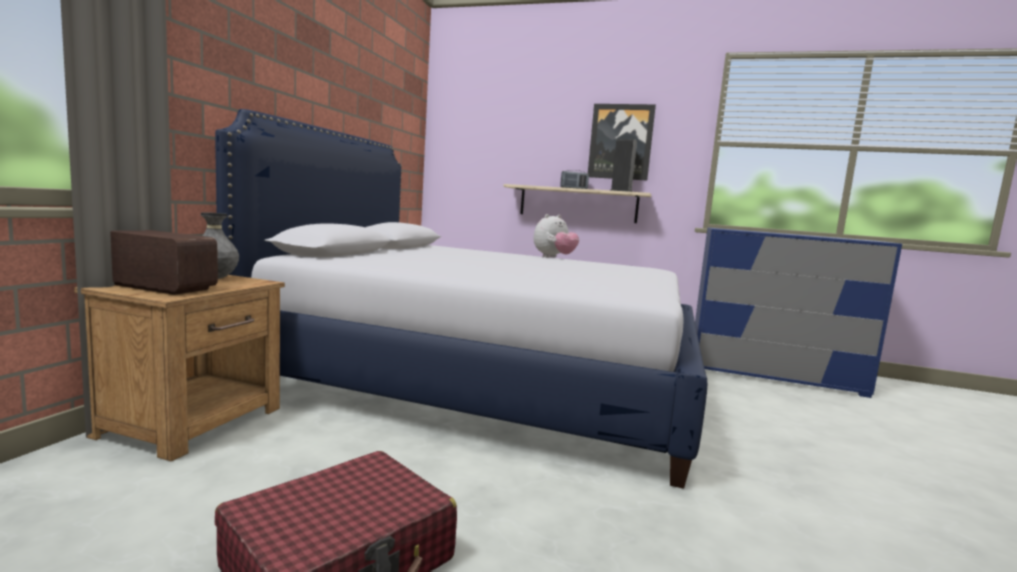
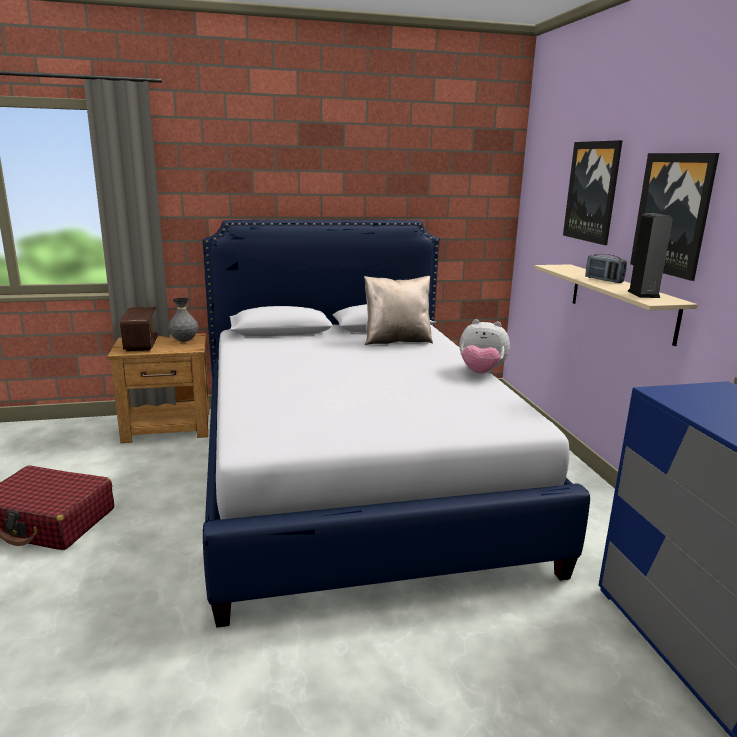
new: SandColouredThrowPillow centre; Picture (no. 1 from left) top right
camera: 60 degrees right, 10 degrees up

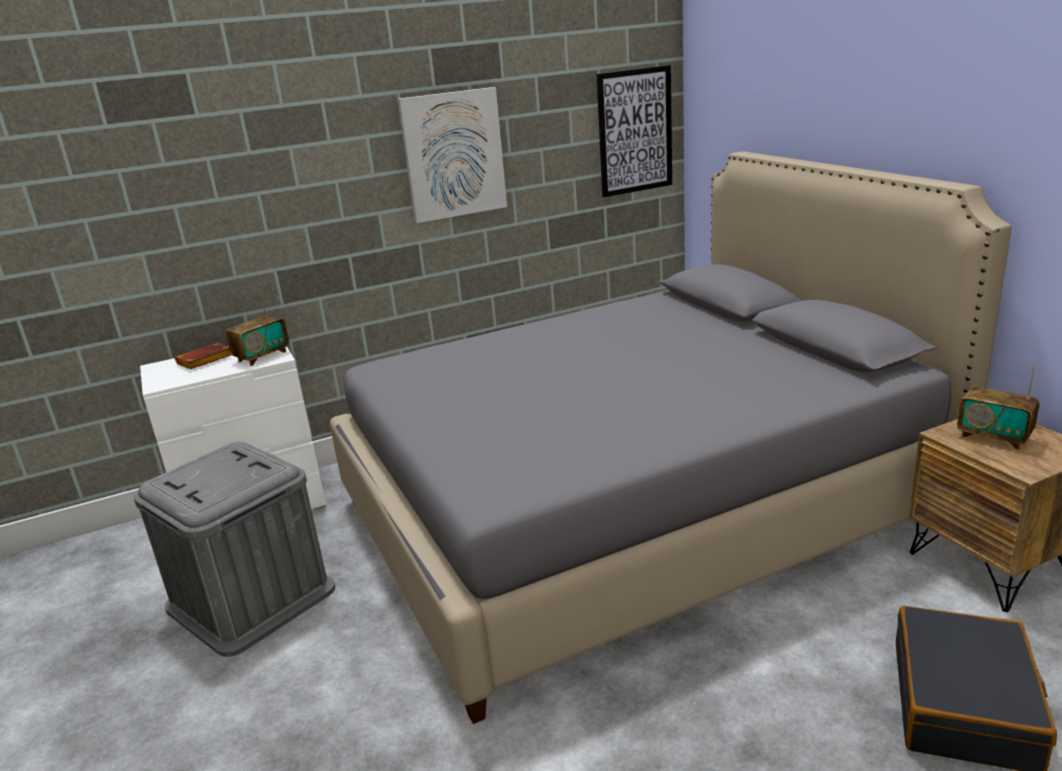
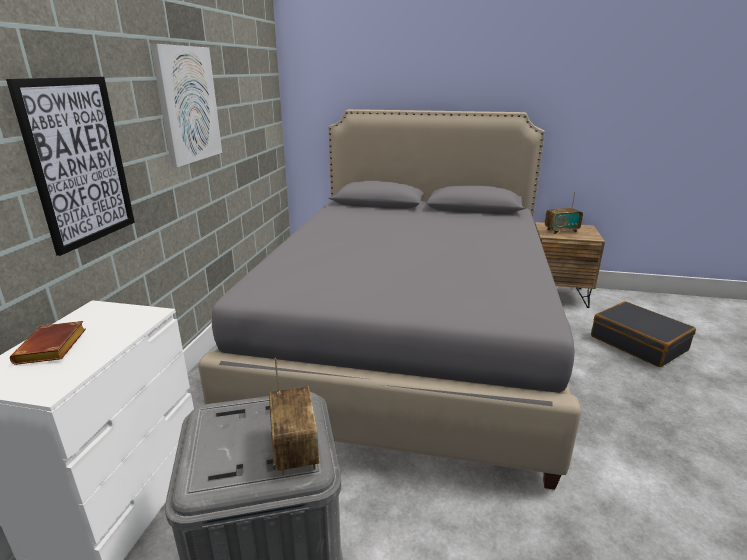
shifted: Picture (no. 2 from left in the first image) top centre to Picture (no. 1 from left) top left; Radio (no. 1 from left) middle left to bottom centre
camera: 55 degrees left, 0 degrees up

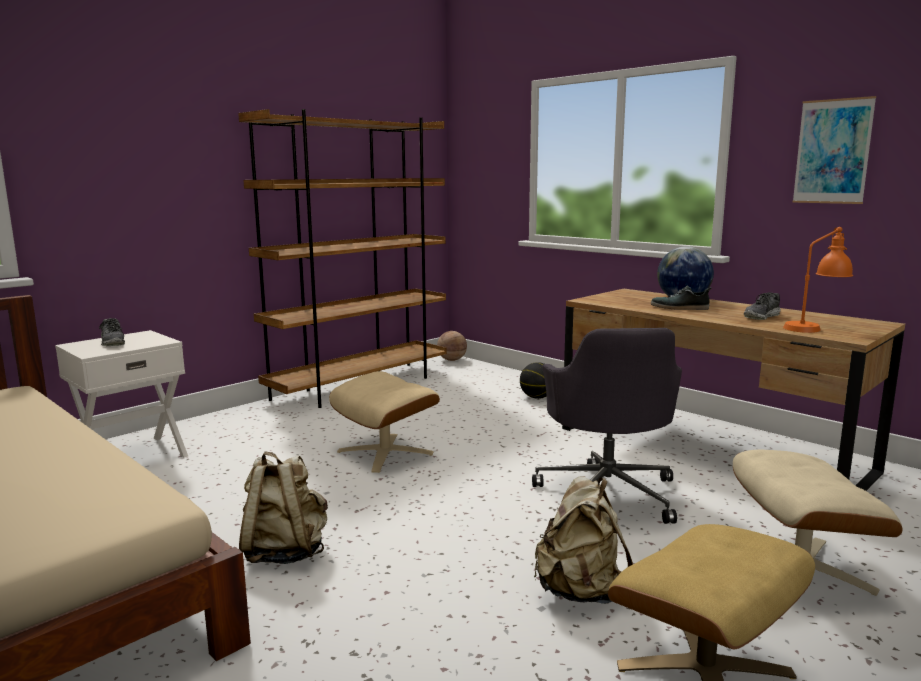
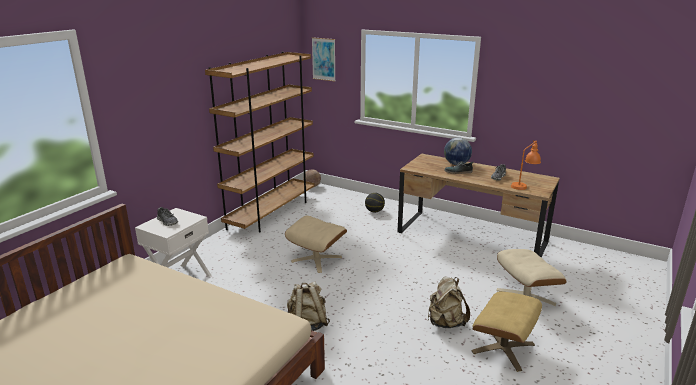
gone: GreyDeskChair centre
shifted: Picture top right to top centre
camera: 15 degrees left, 10 degrees up

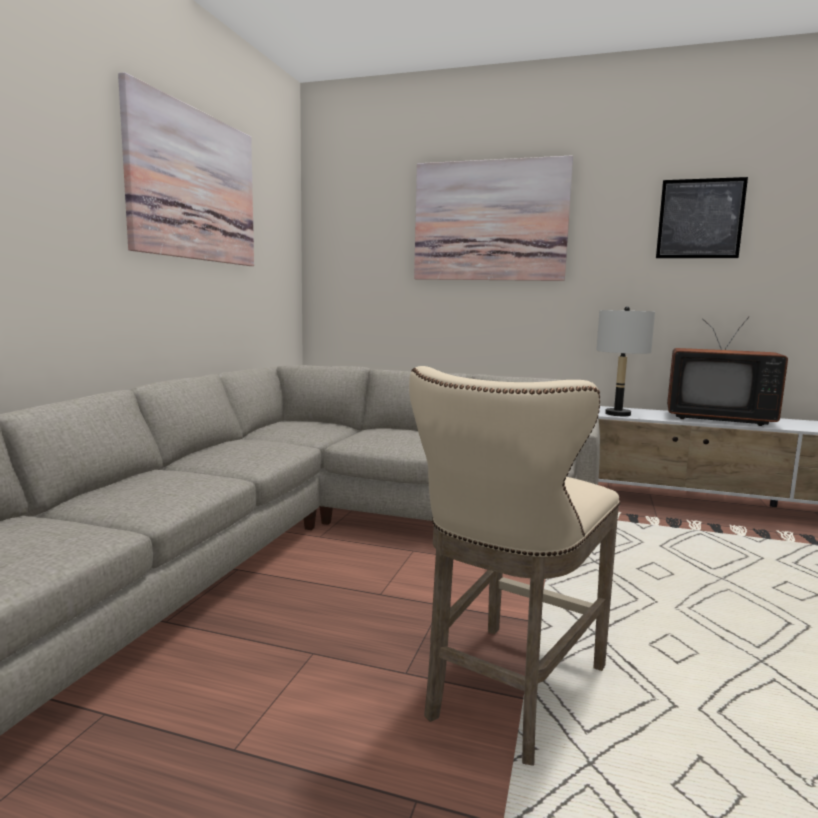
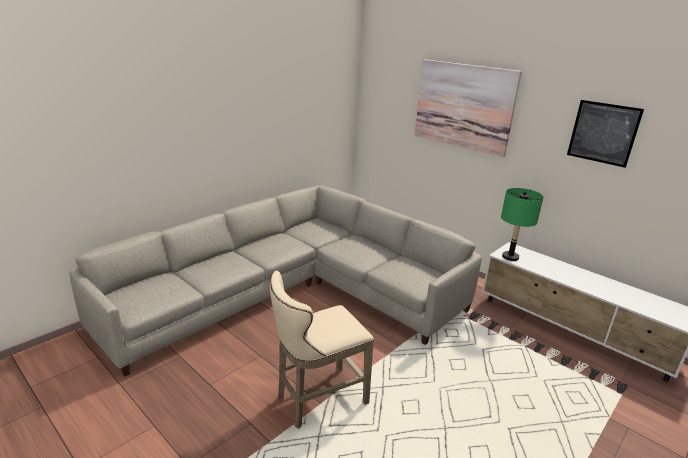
gone: Picture (no. 1 from left) top left; TvSet middle right
repainted: GreyLampForATable middle right to GreenishLampForATable middle right
camera: 25 degrees right, 15 degrees up

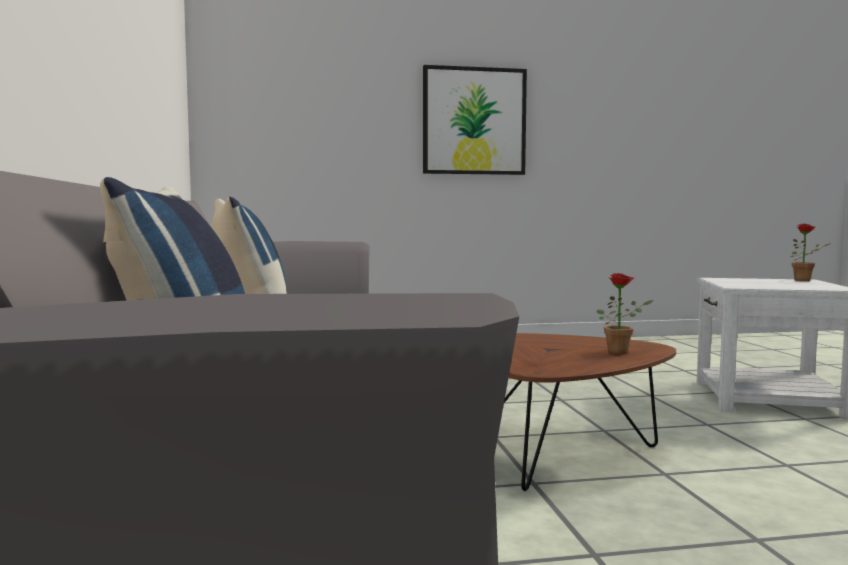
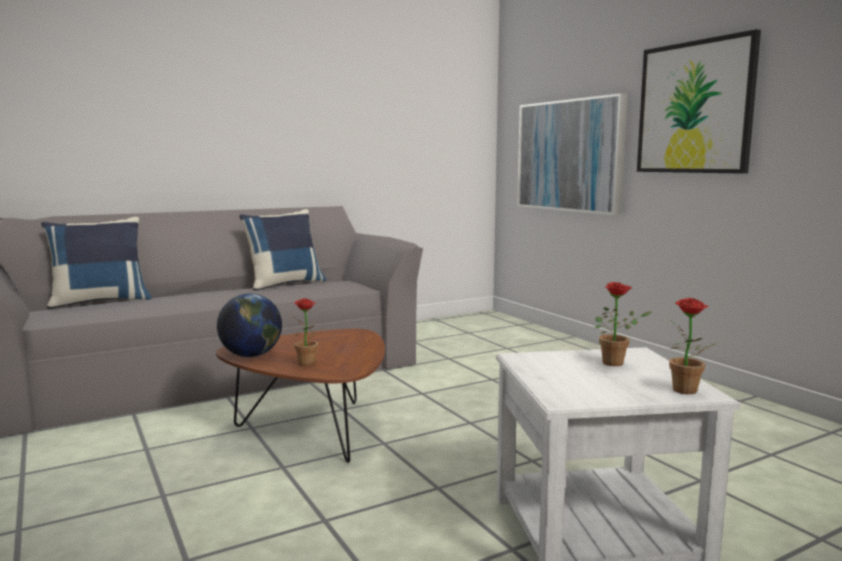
new: DeskGlobe middle left; Picture (no. 1 from left) top right; Houseplant (no. 2 from left) middle right
camera: 70 degrees right, 5 degrees up

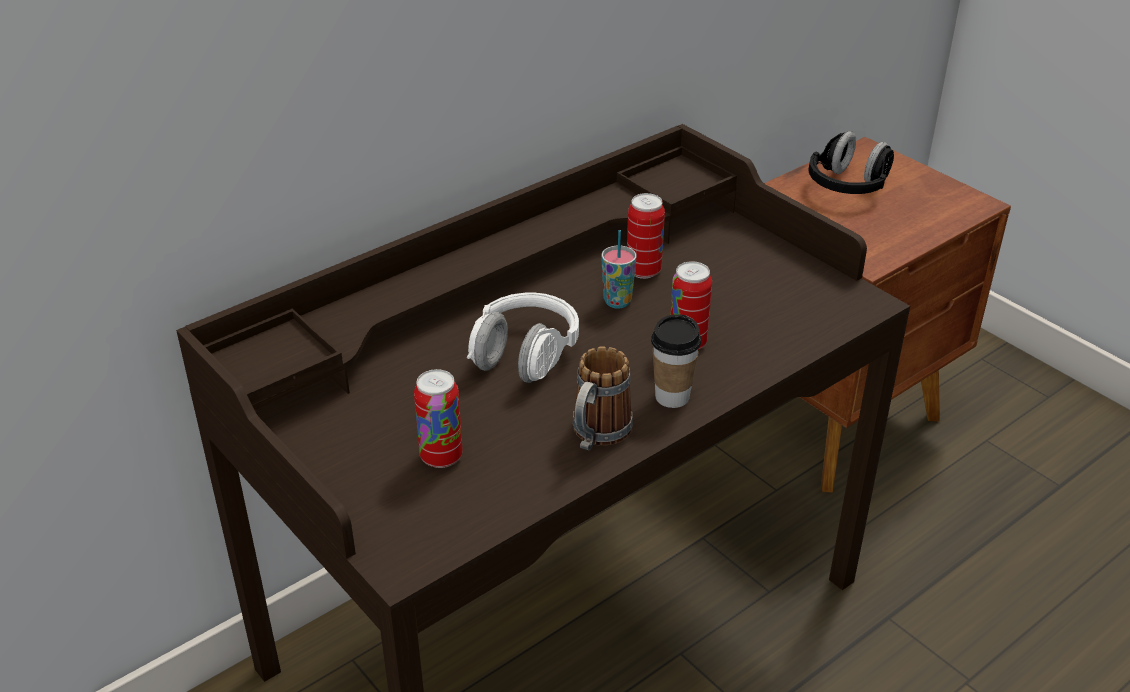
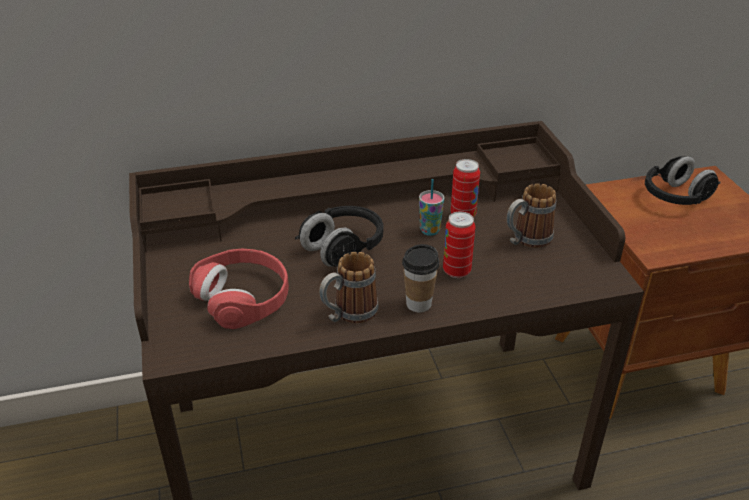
new: Mug (no. 2 from left) middle right
swapped: MetalCan (no. 1 from left) centre to ReddishHeadset middle left
repainted: WhiteColouredHeadset centre to BlackHeadset (no. 1 from left) centre
camera: 25 degrees right, 0 degrees up

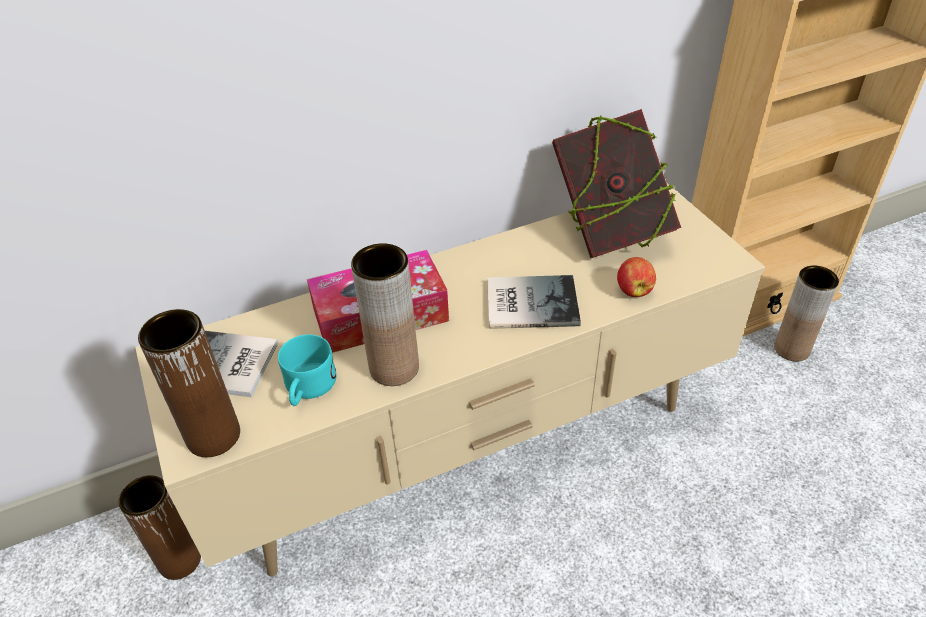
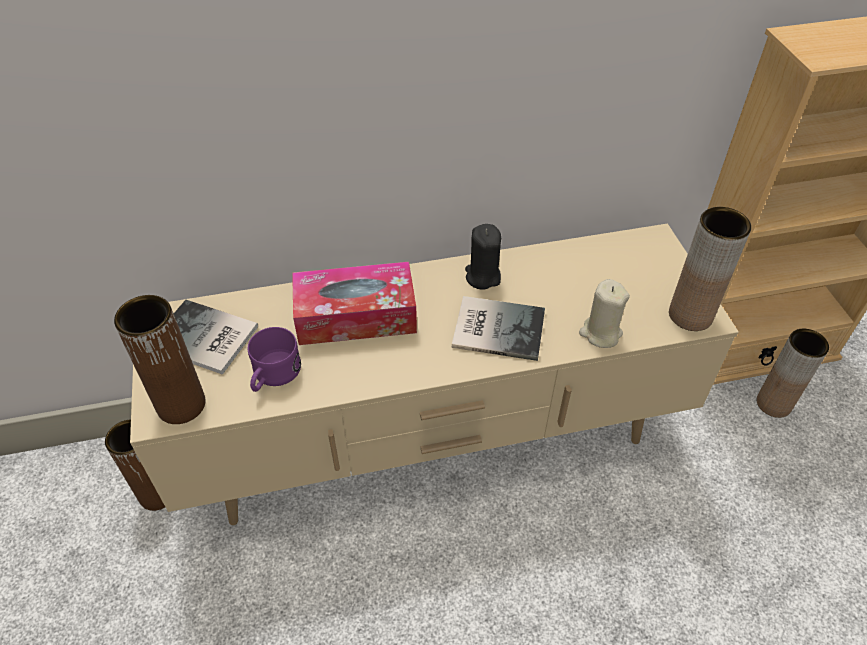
gone: Book (no. 3 from left) top centre
new: BlackWaxLight centre
shifted: BrownDecorativeVase (no. 3 from left) centre to middle right
swapped: Apple middle right to SandColouredWaxLight middle right
repainted: BlueGreenMug middle left to PurpleColouredMug middle left
camera: 10 degrees right, 5 degrees up

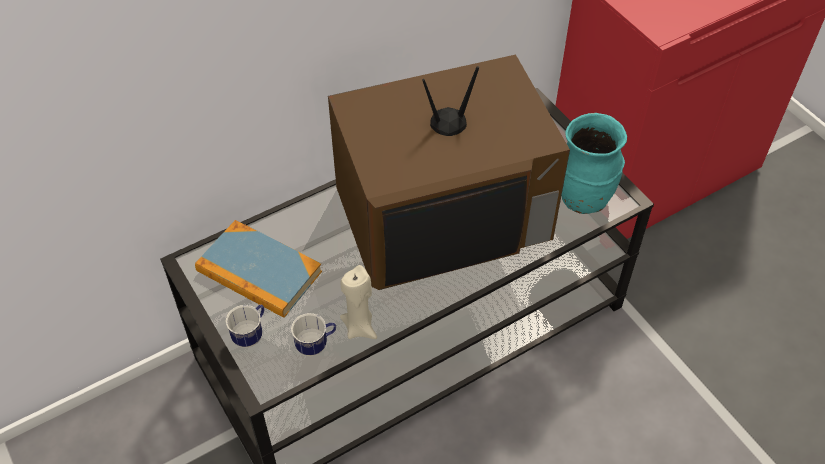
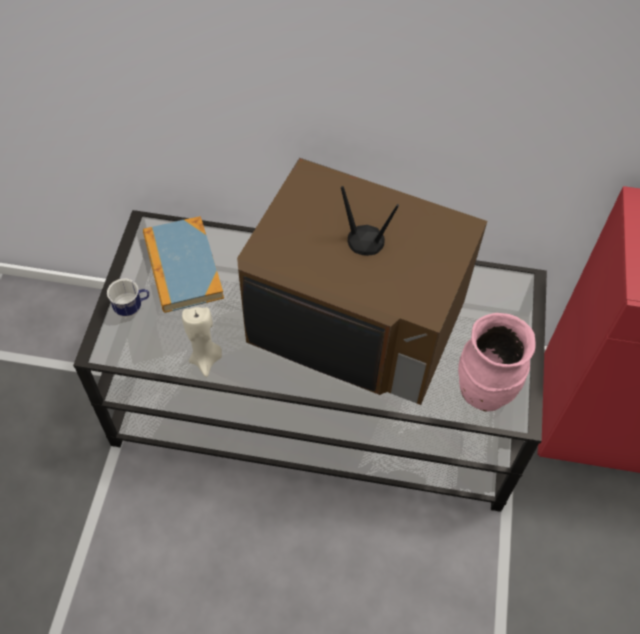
gone: Mug (no. 2 from left) bottom centre
repainted: BlueGreenDecorativeVase middle right to PinkishDecorativeVase middle right
camera: 40 degrees right, 5 degrees up

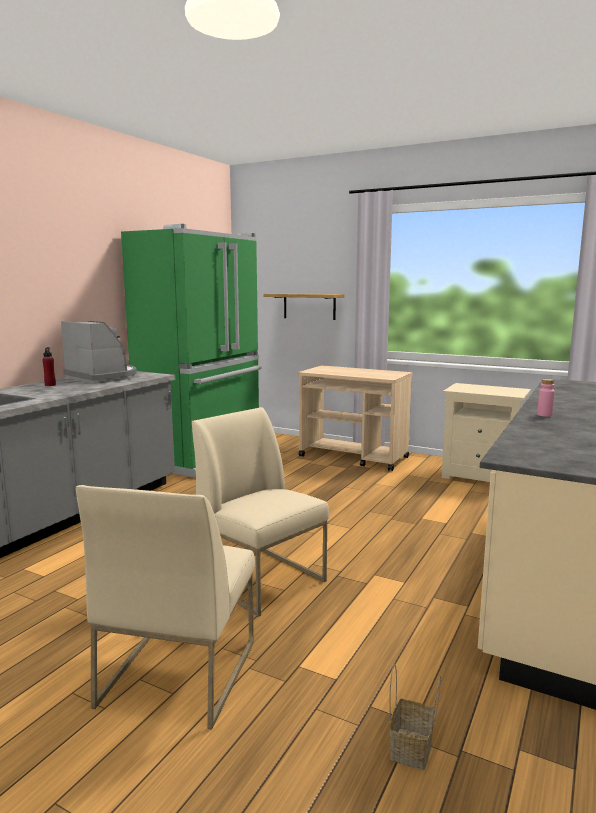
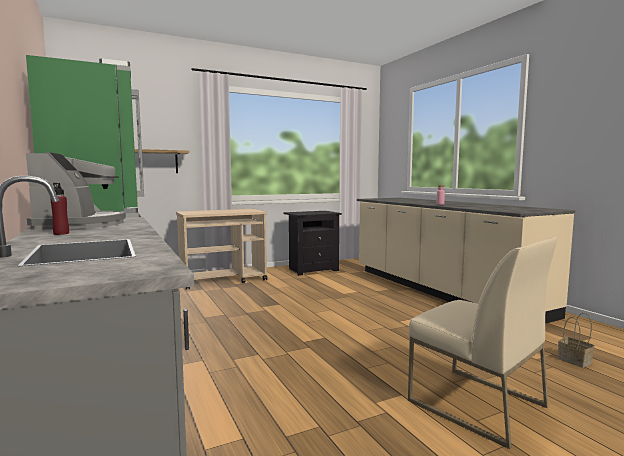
gone: SandColouredPlainChair (no. 2 from left) centre
repainted: SandColouredBedsideTable middle right to BlackBedsideTable centre
rotated: CoffeeMaker middle left = middle left 90 degrees clockwise
camera: 55 degrees left, 5 degrees down

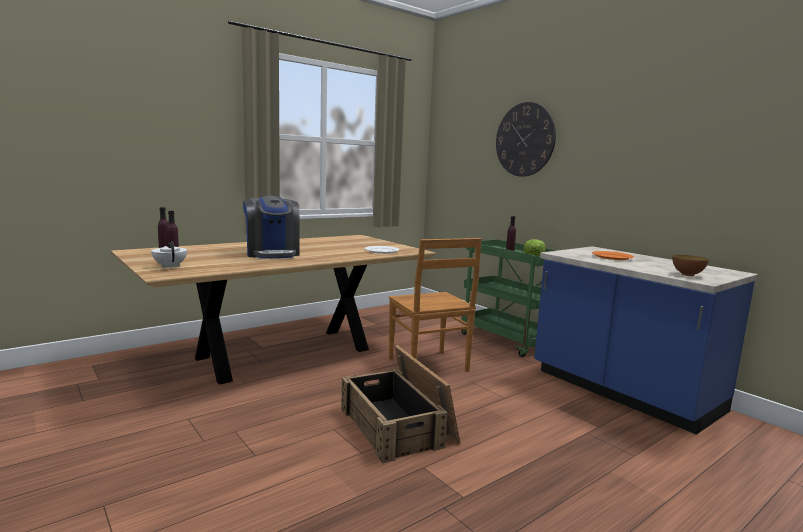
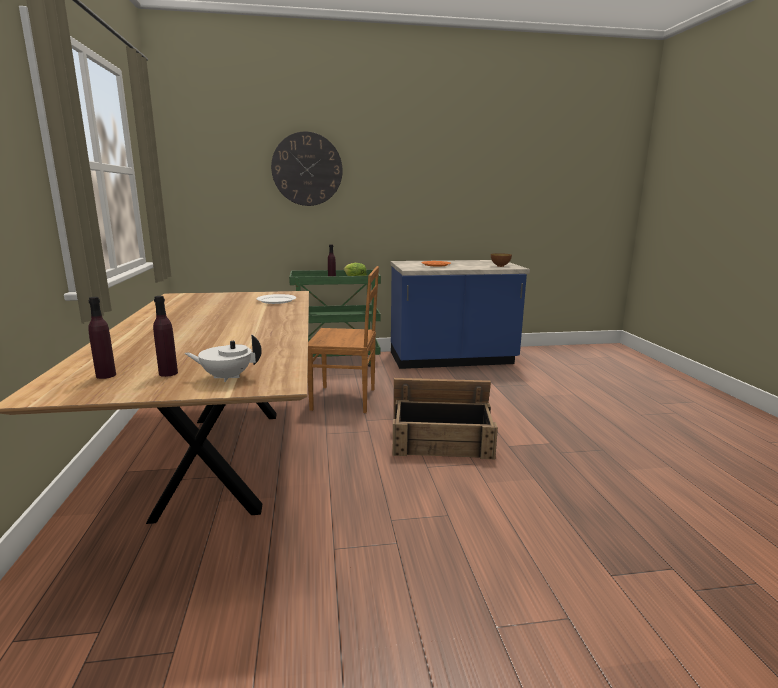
gone: CoffeeMaker centre
camera: 60 degrees left, 5 degrees up

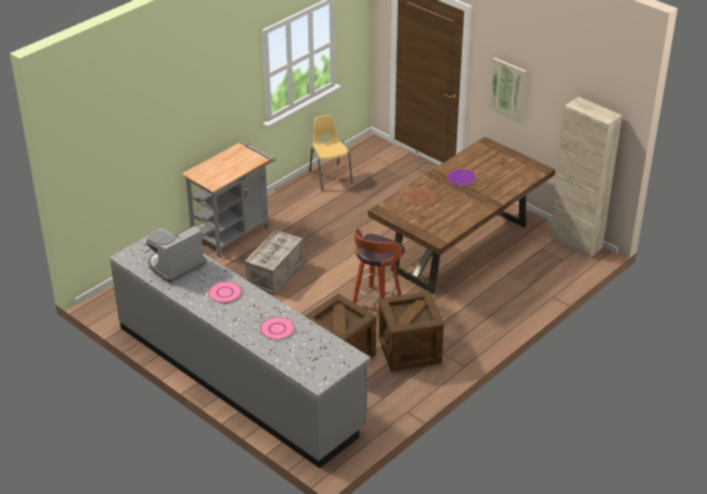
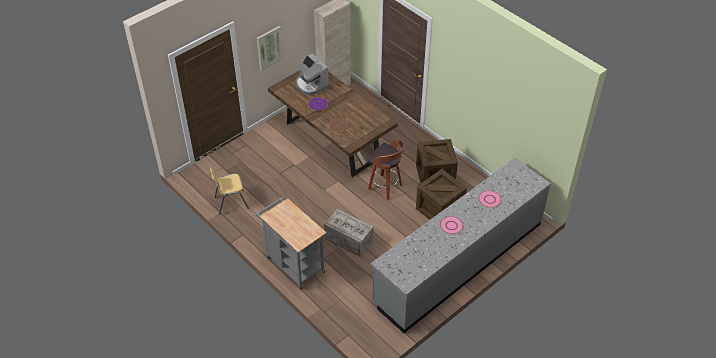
shifted: CoffeeMaker middle left to top centre
camera: 85 degrees left, 10 degrees up

